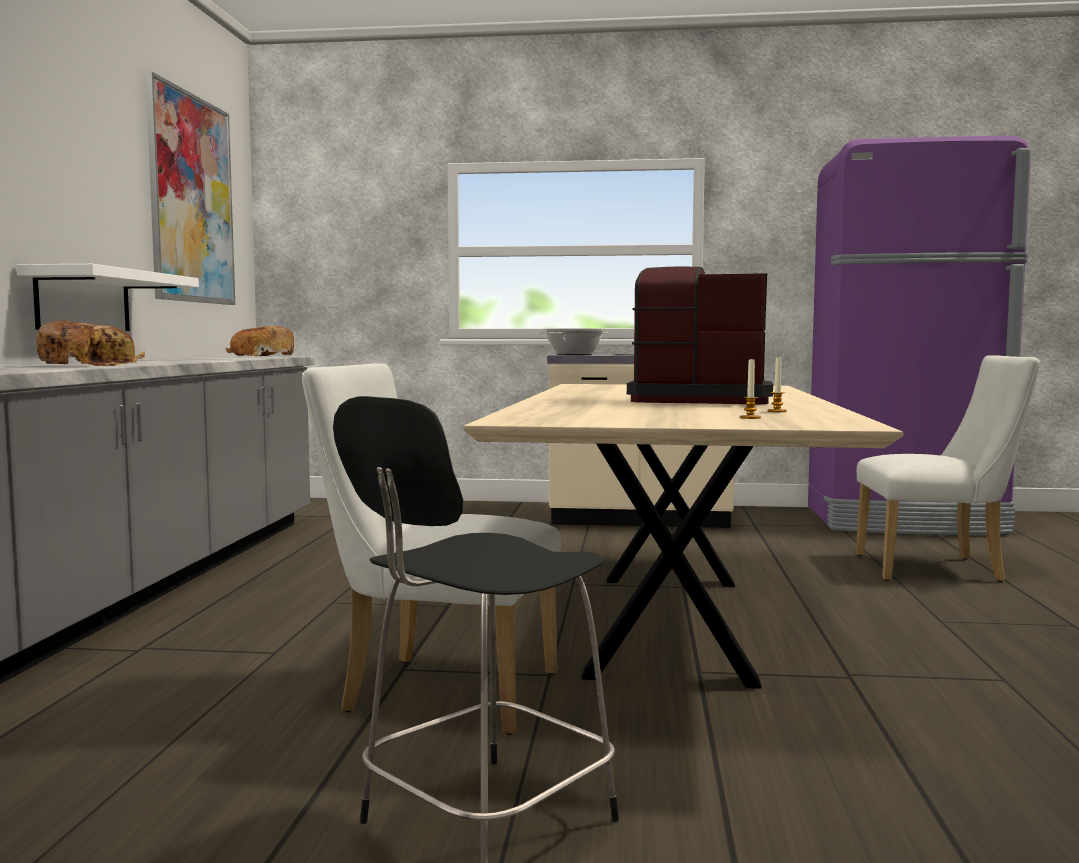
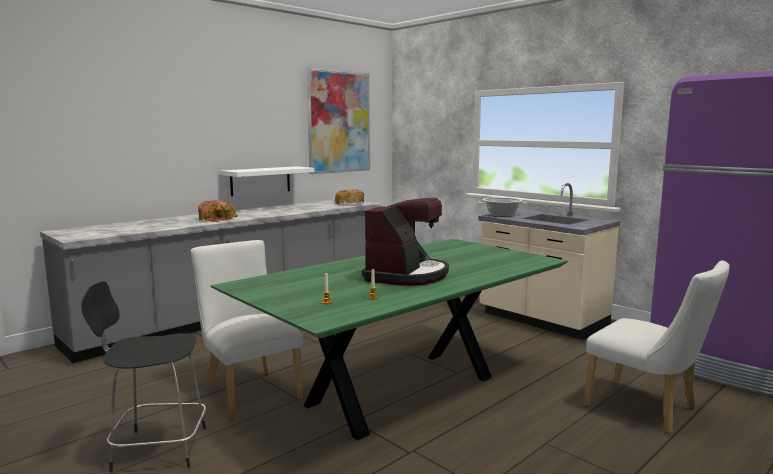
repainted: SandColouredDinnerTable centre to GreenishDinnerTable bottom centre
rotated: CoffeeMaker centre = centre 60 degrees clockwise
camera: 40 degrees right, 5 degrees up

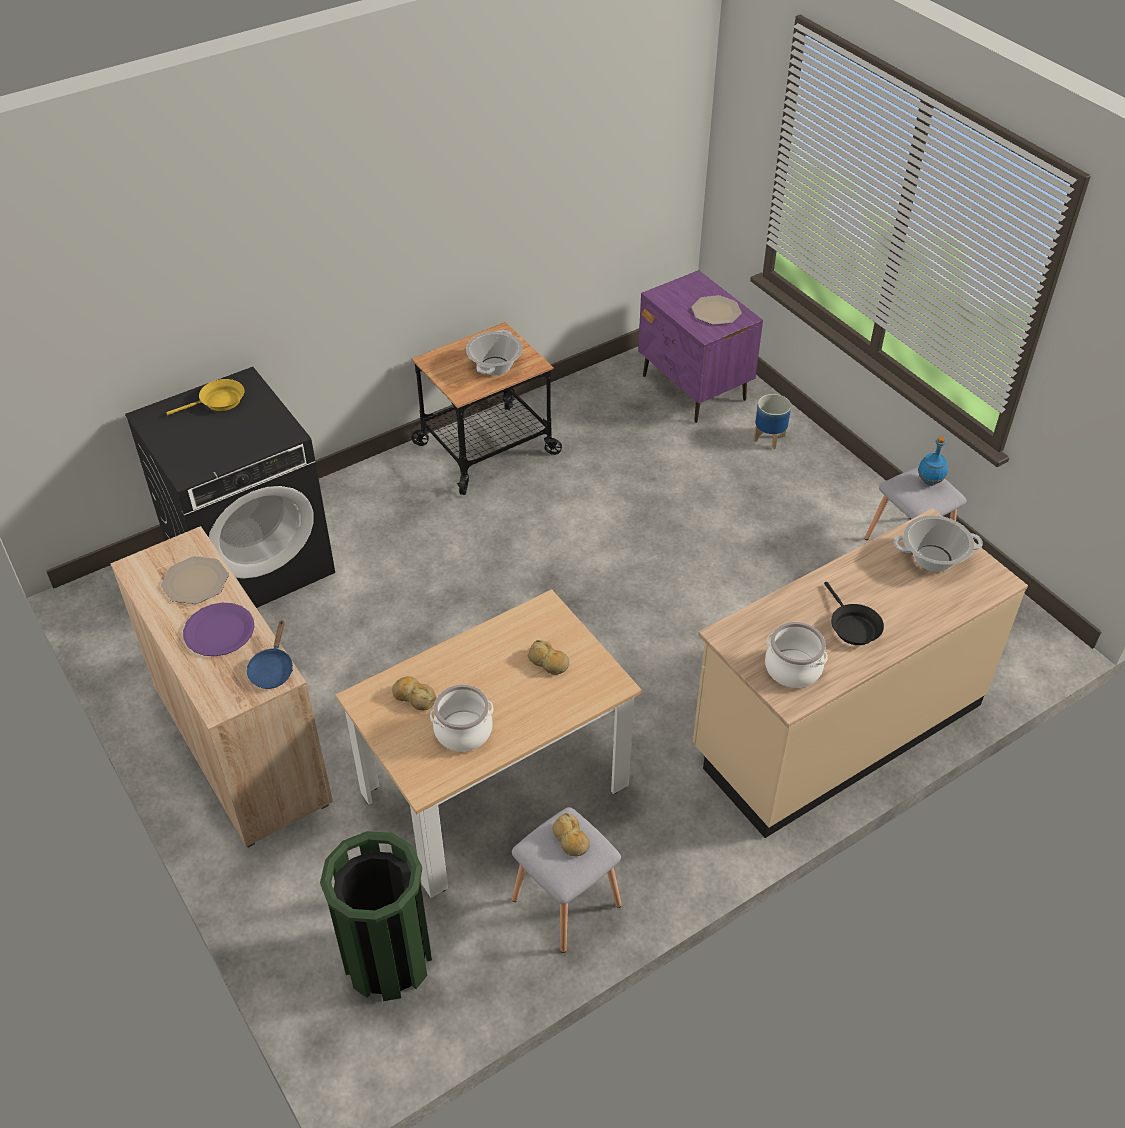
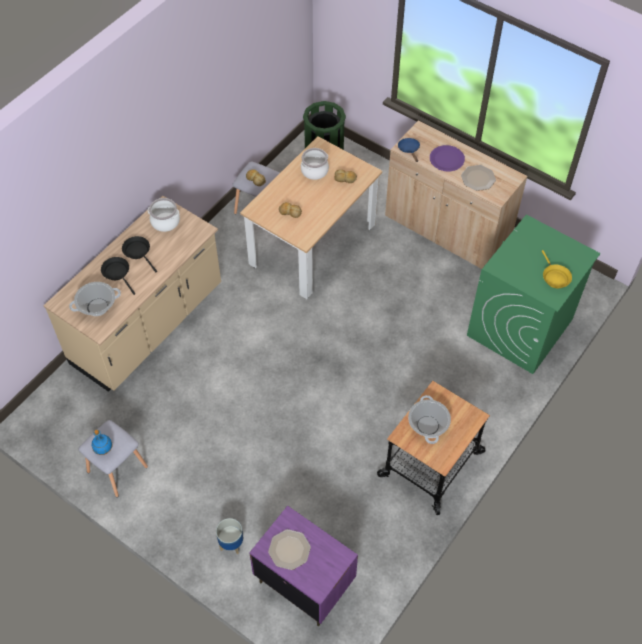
new: BlackSkillet (no. 1 from left) middle left
repainted: BlackWashingMachine middle left to GreenishWashingMachine middle right
rotated: YellowSkillet middle left = middle right 60 degrees counterclockwise
camera: 160 degrees right, 10 degrees up

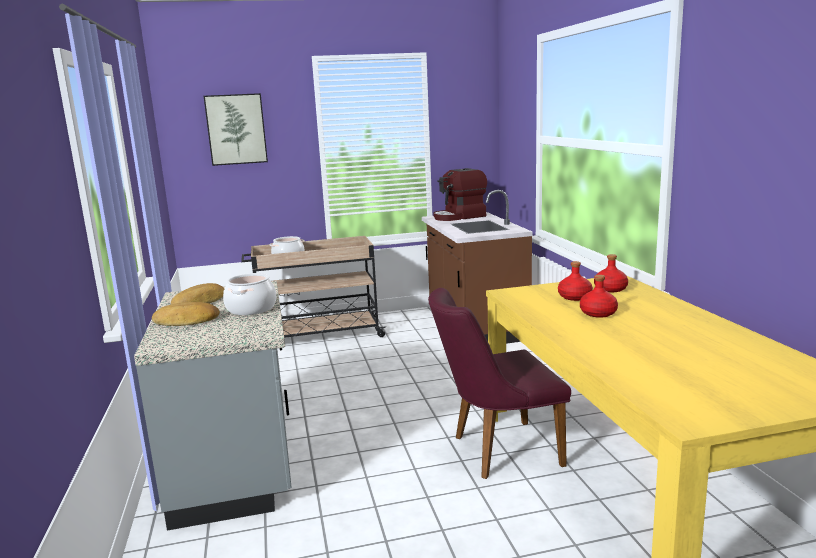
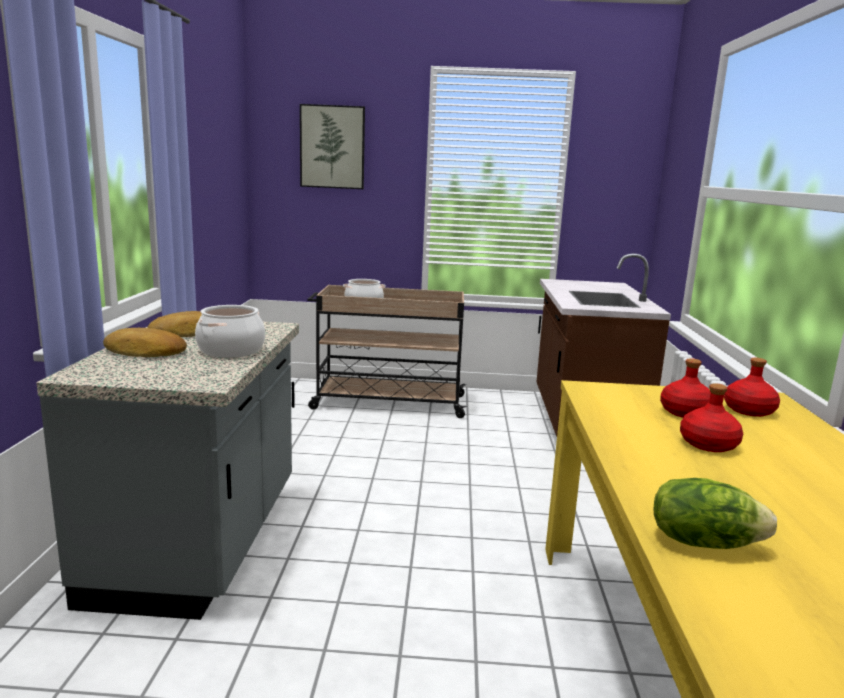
gone: PurpleColouredPlainChair bottom centre; CoffeeMaker centre
new: HeadOfLettuce bottom right
camera: 15 degrees right, 0 degrees up

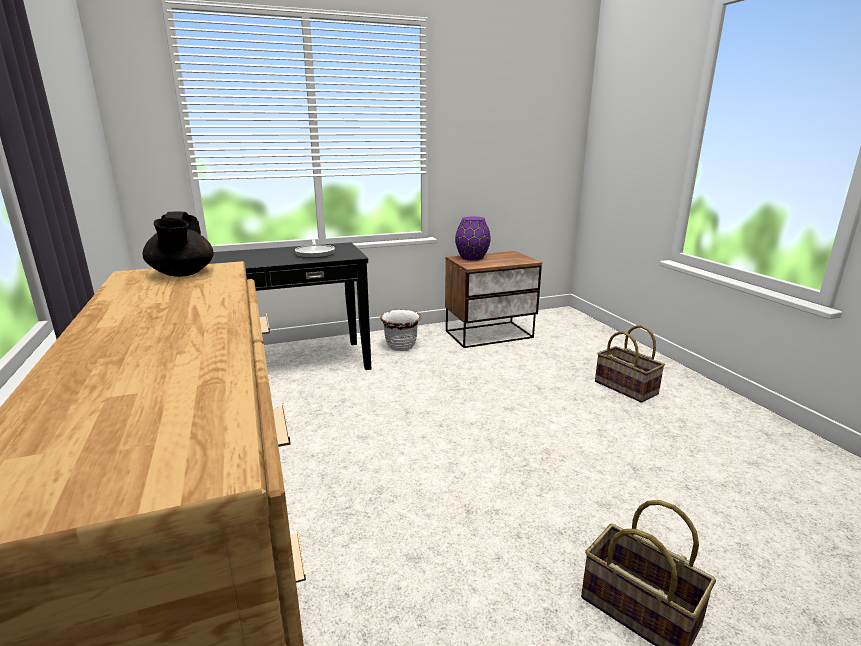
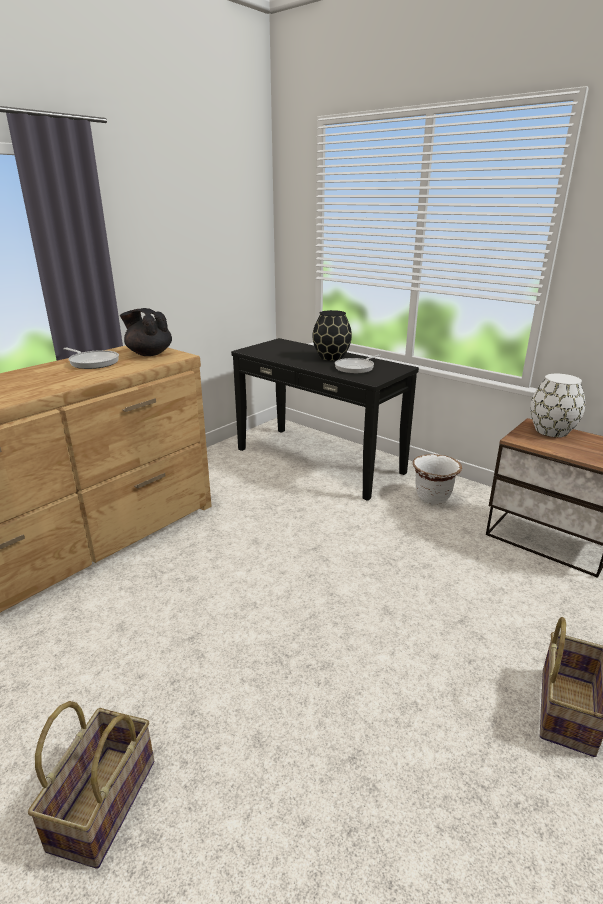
new: Skillet (no. 1 from left) middle left; BlackDecorativeVase centre
repainted: PurpleColouredDecorativeVase centre to WhiteColouredDecorativeVase middle right
rotated: BlackTeaPot middle left = middle left 75 degrees clockwise
camera: 60 degrees right, 5 degrees up

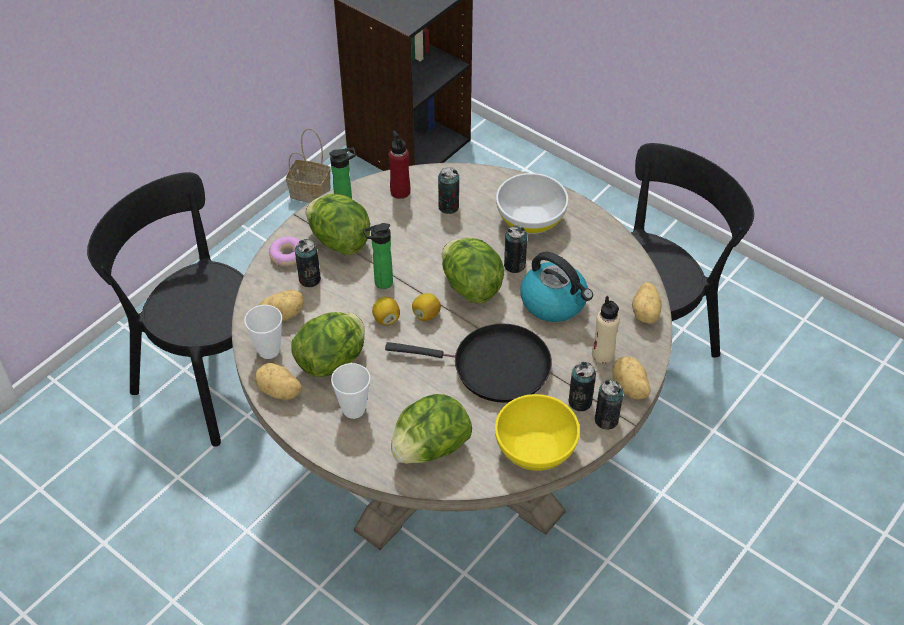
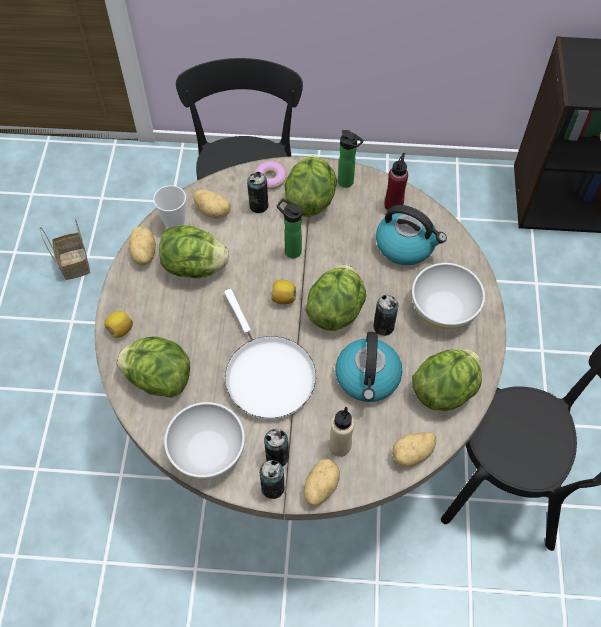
gone: DrinkingCup (no. 2 from left) centre
new: HeadOfLettuce (no. 5 from left) middle right
shifted: HouseholdBasket top centre to middle left; WholeLemon (no. 1 from left) centre to middle left
swapped: MetalCan (no. 2 from left) top centre to WaterKettle (no. 2 from left) middle right
repainted: YellowBowl bottom centre to WhiteColouredBowl (no. 1 from left) bottom centre; BlackSkillet centre to WhiteColouredSkillet centre
camera: 55 degrees right, 10 degrees up

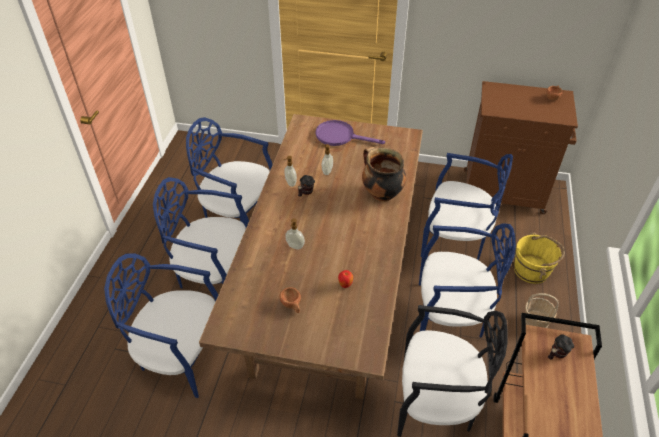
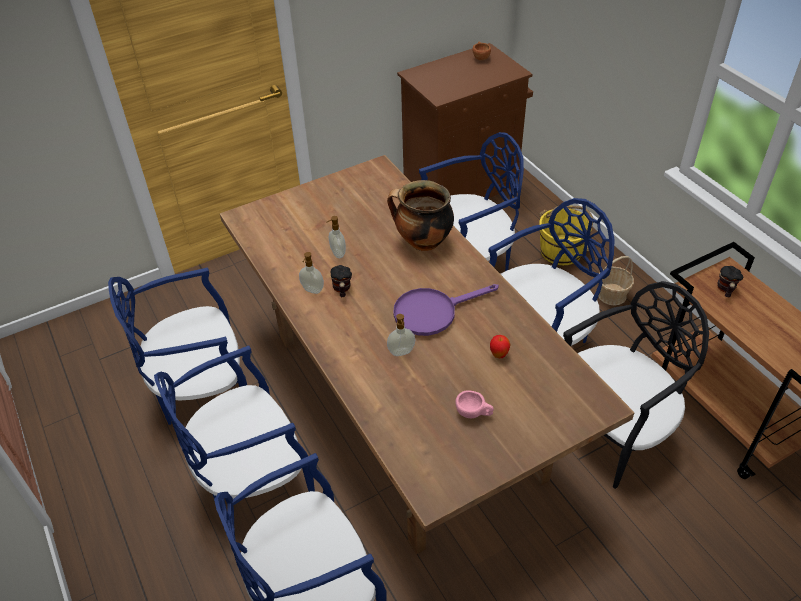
shifted: PurpleColouredSkillet top centre to centre
repainted: BrownDrinkingCup (no. 1 from left) bottom centre to PinkishDrinkingCup bottom centre
camera: 40 degrees left, 0 degrees up

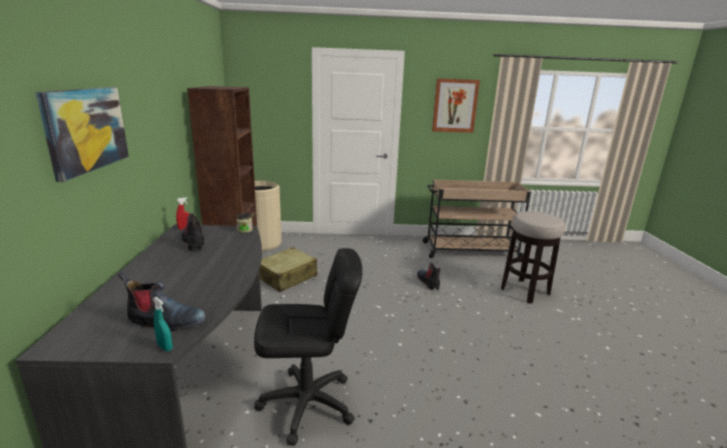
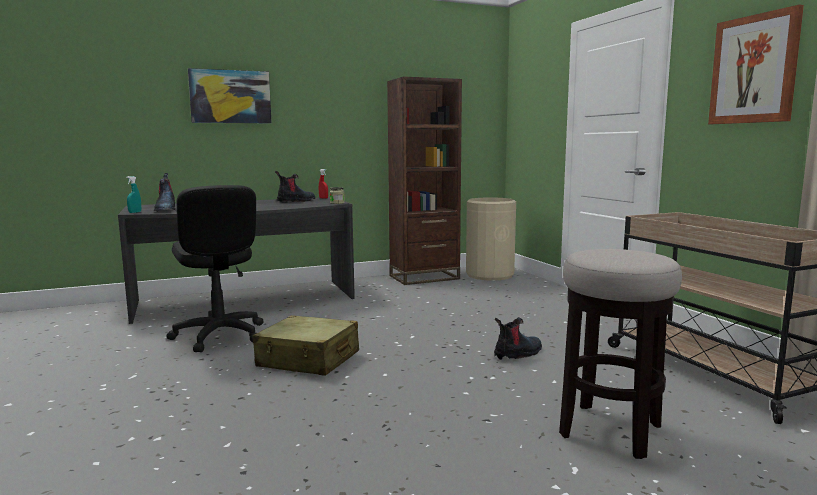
shifted: SandColouredPieceOfLuggage centre to bottom centre
camera: 70 degrees right, 10 degrees down

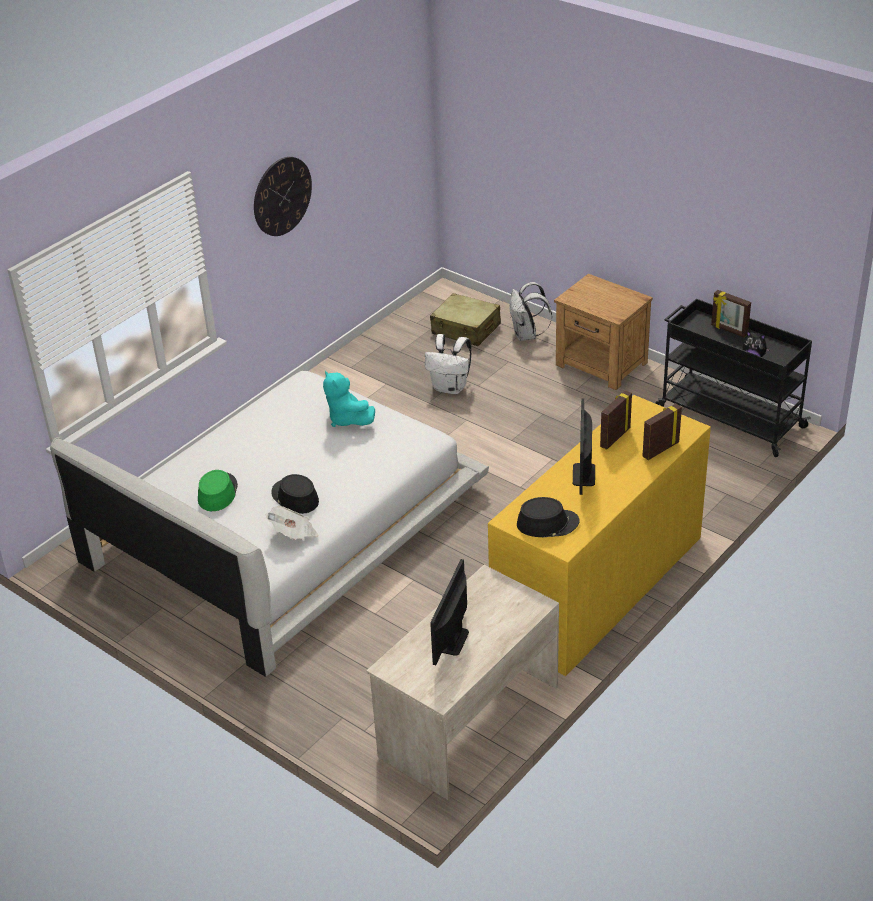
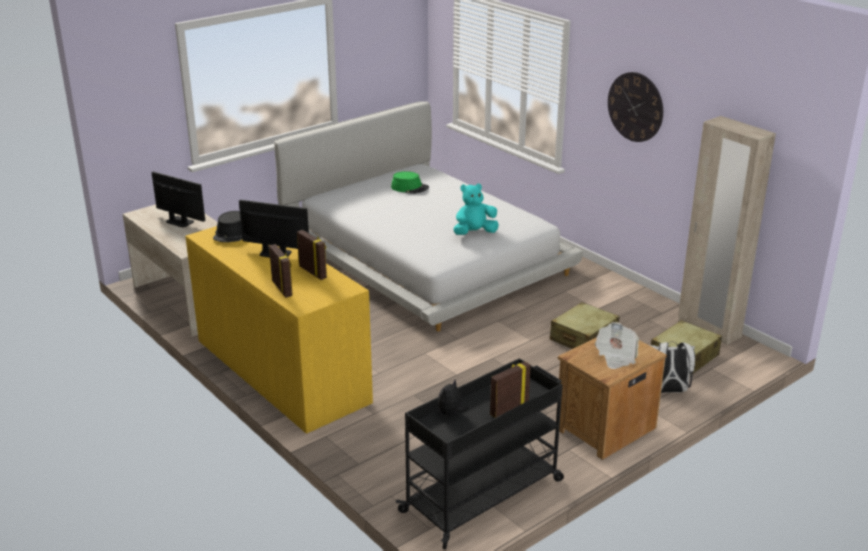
gone: BlackClothingHat (no. 1 from left) centre
new: SandColouredWardrobe middle right
shifted: Newspaper centre to middle right
swapped: WhiteColouredBackpack (no. 1 from left) centre to SandColouredPieceOfLuggage (no. 1 from left) middle right
camera: 100 degrees right, 10 degrees down

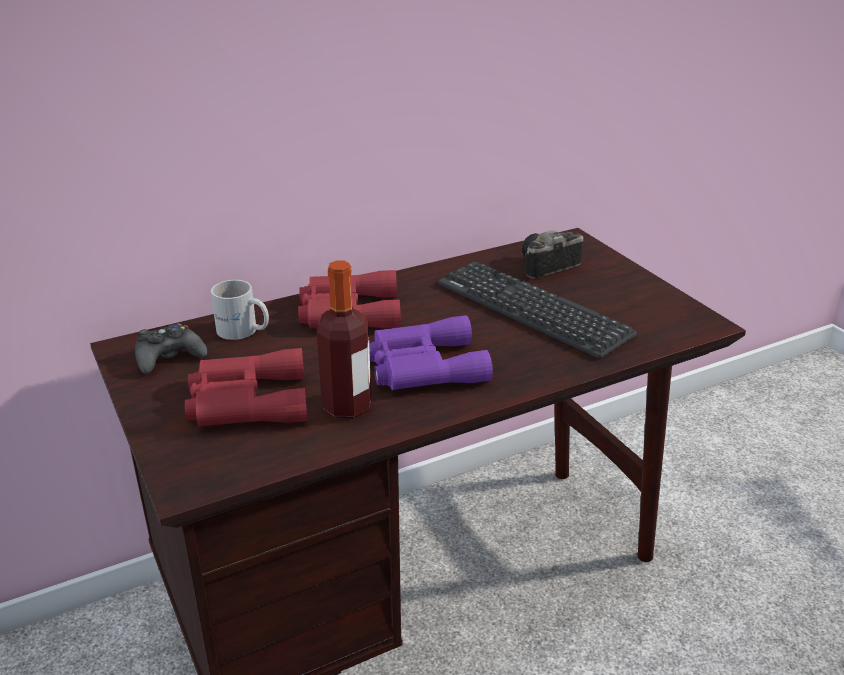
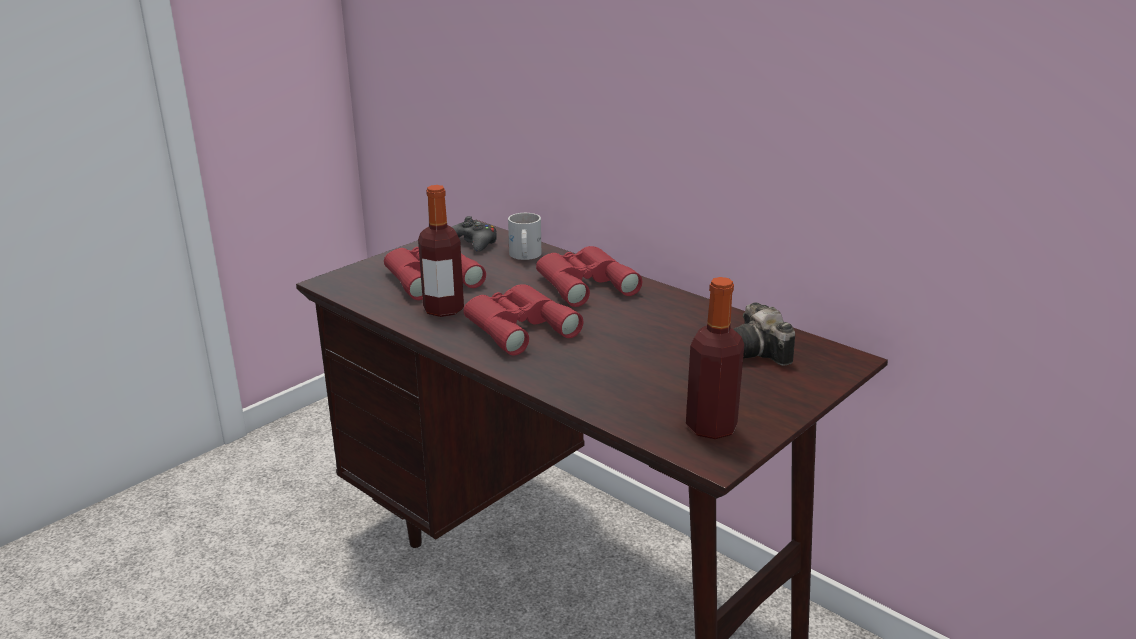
gone: PcKeyboard centre
new: DrinkBottle (no. 2 from left) centre
repainted: PurpleColouredBinoculars centre to ReddishBinoculars (no. 2 from left) centre
rotated: StillCamera centre = middle right 150 degrees counterclockwise
camera: 70 degrees right, 5 degrees down

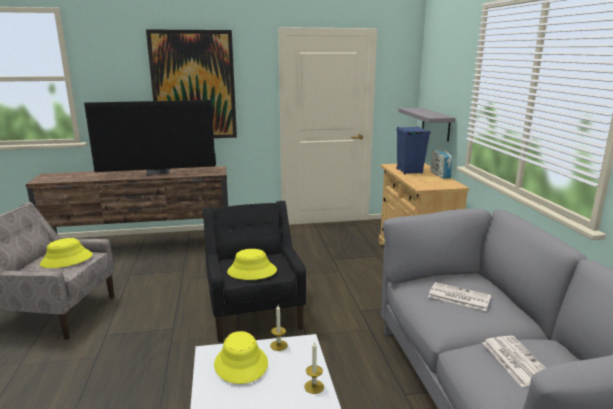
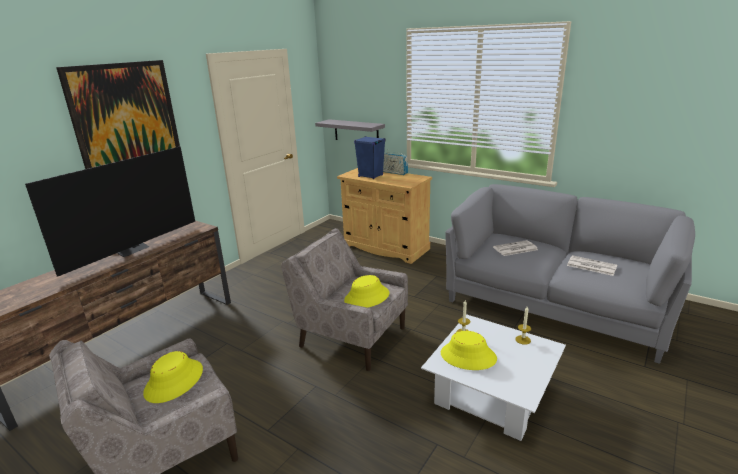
repainted: BlackEasyChair centre to SandColouredEasyChair (no. 2 from left) centre
camera: 45 degrees left, 5 degrees up

